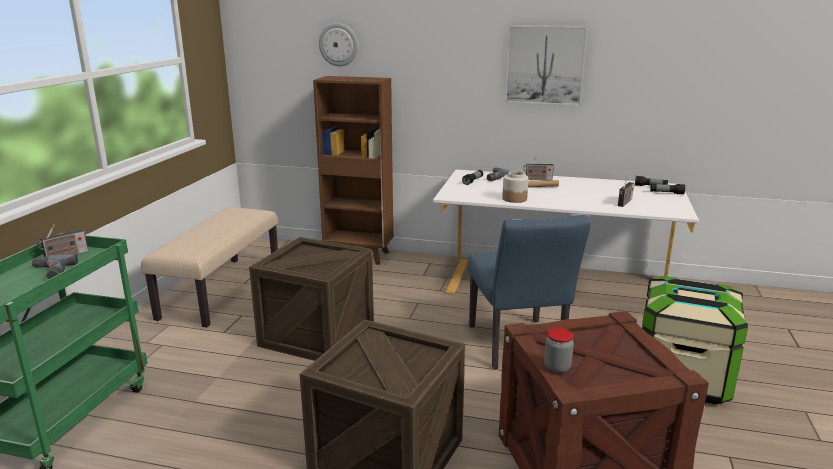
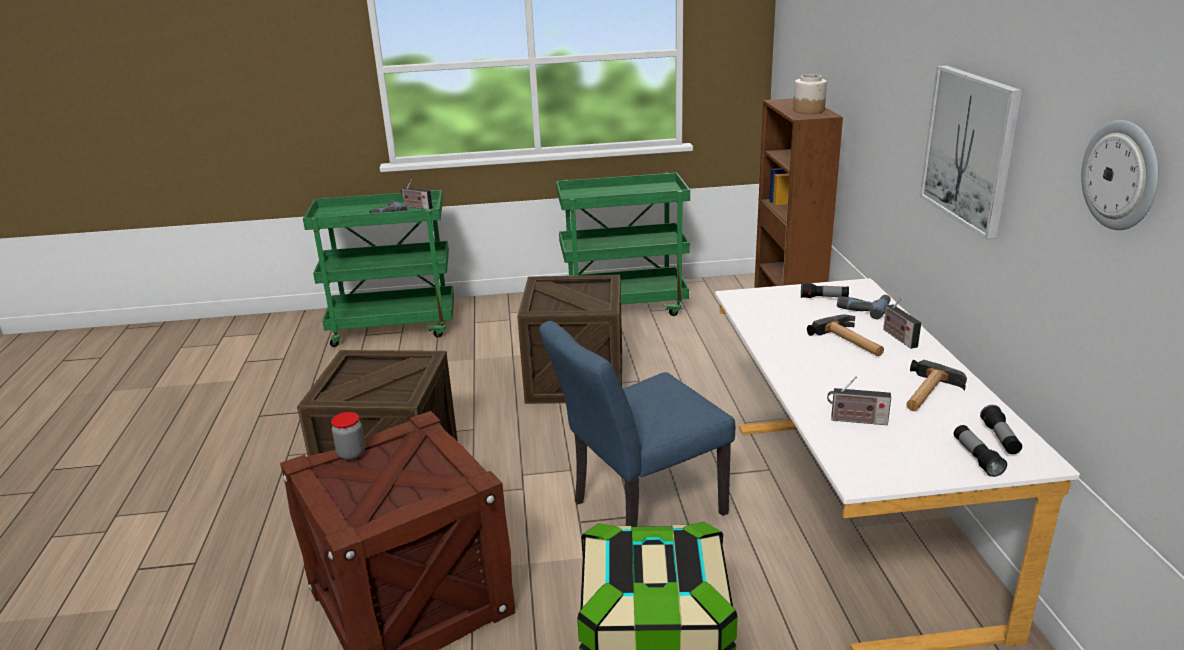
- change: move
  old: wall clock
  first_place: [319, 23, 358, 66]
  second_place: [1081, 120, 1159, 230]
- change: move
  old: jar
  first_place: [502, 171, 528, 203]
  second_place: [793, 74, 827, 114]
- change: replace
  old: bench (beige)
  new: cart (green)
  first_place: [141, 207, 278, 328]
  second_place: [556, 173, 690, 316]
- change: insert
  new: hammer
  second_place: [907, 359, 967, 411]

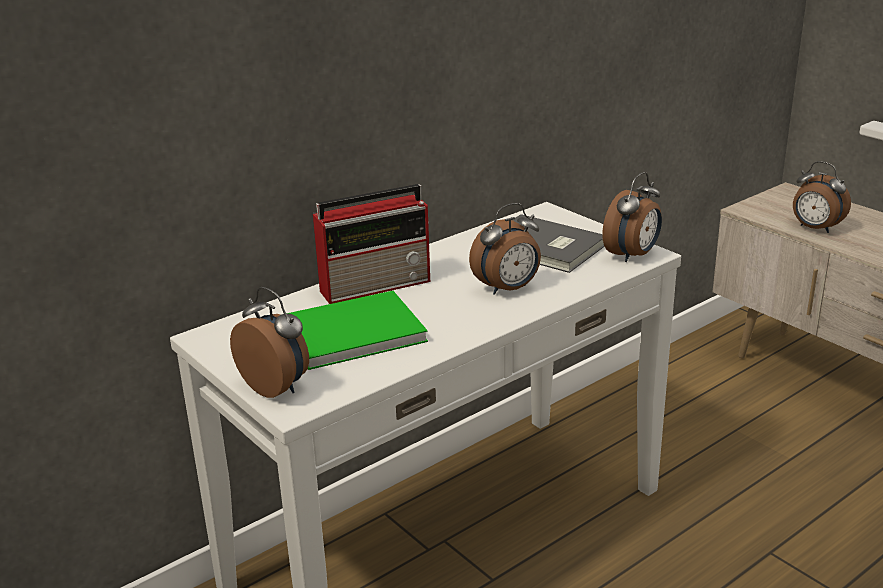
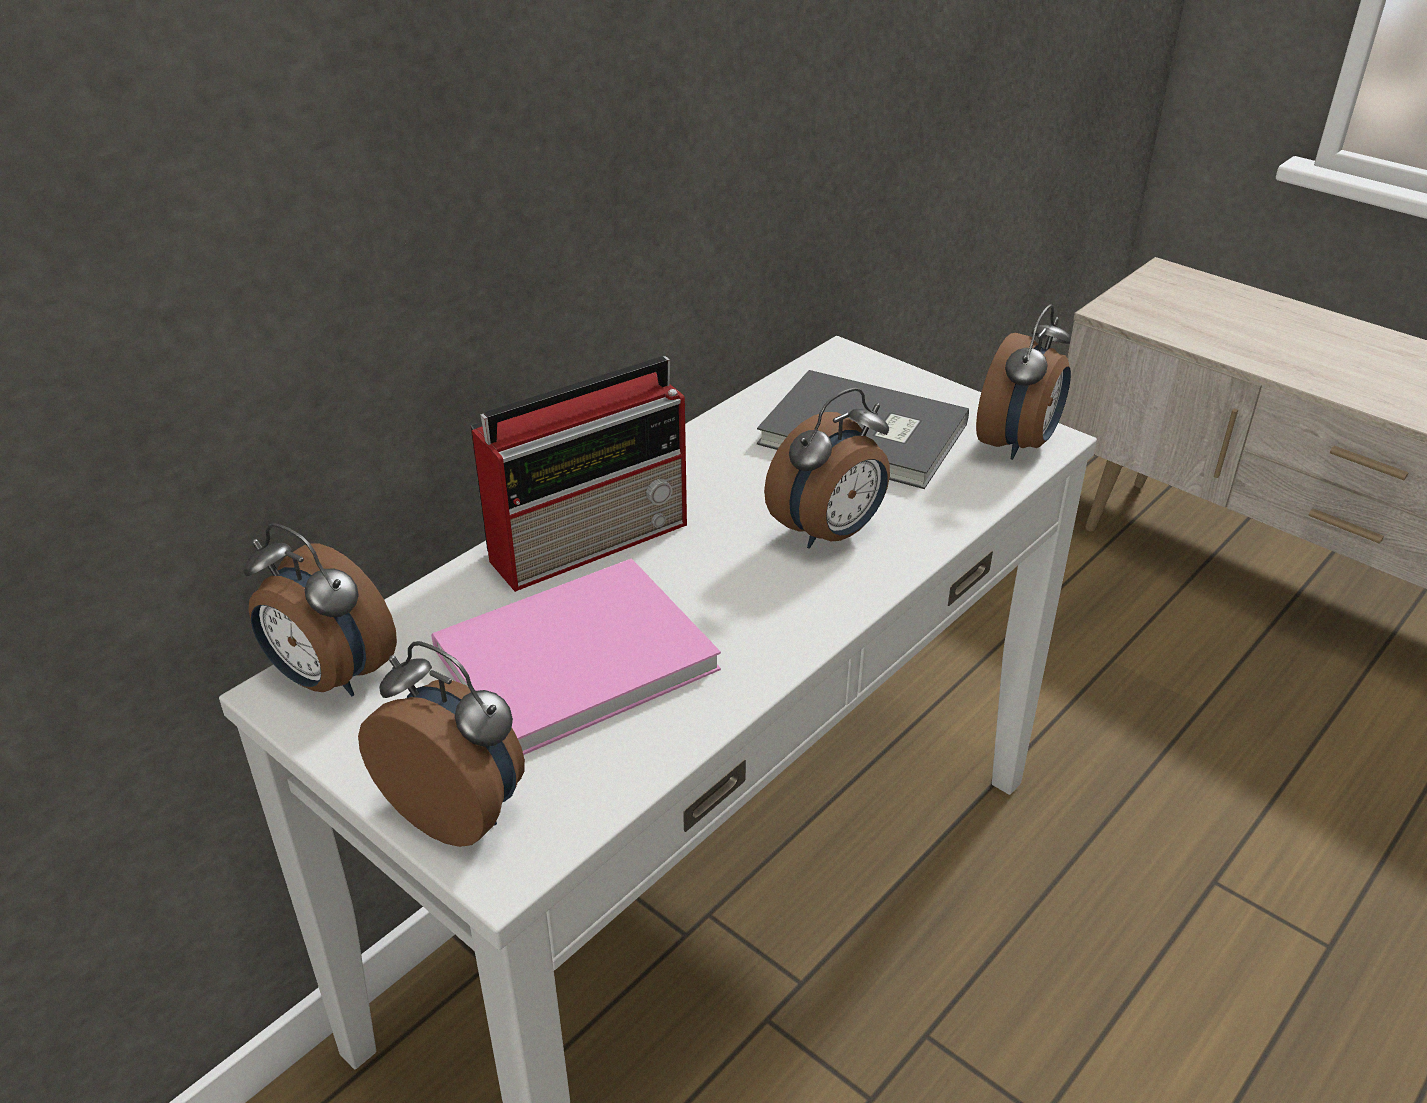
- change: move
  old: alarm clock
  first_place: [793, 161, 851, 233]
  second_place: [243, 523, 397, 696]
- change: recolor
  old: book (green)
  new: book (pink)
  first_place: [287, 291, 428, 370]
  second_place: [431, 558, 721, 755]

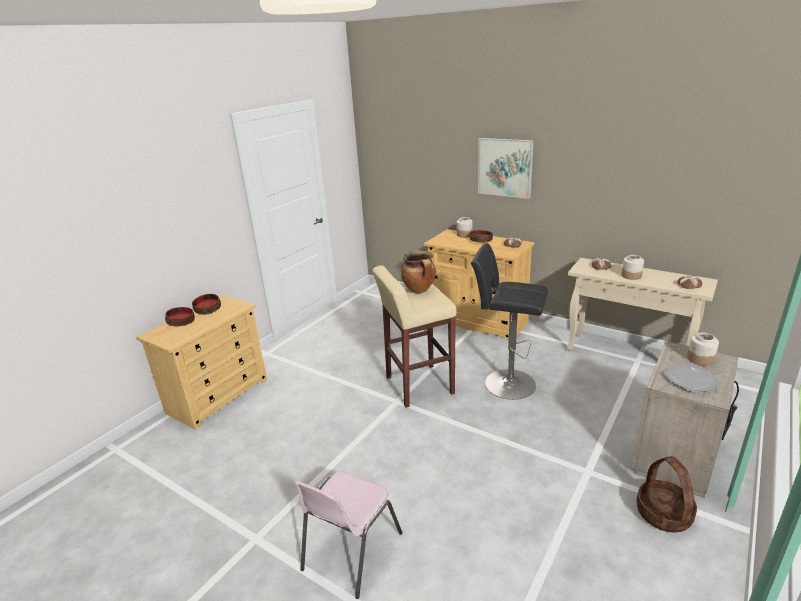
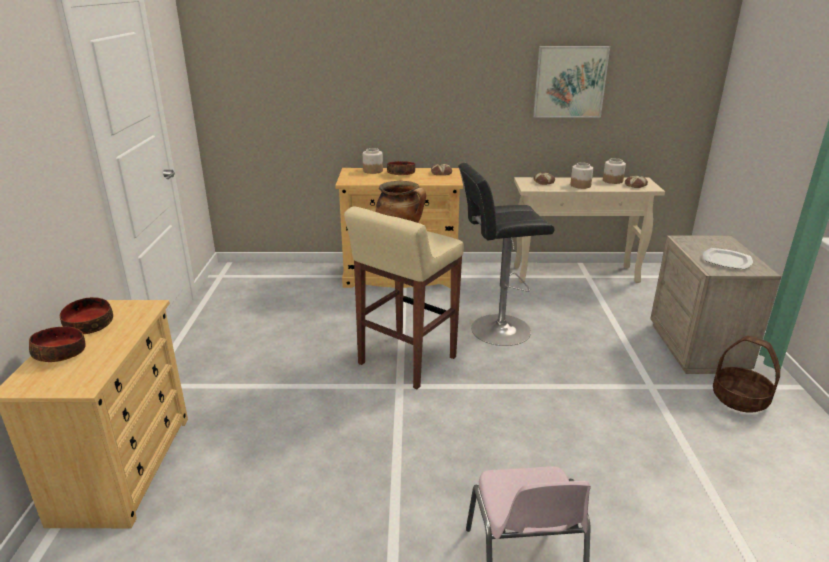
- change: move
  old: picture
  first_place: [478, 138, 534, 199]
  second_place: [533, 46, 610, 118]
- change: move
  old: jar
  first_place: [687, 332, 719, 366]
  second_place: [603, 158, 626, 184]

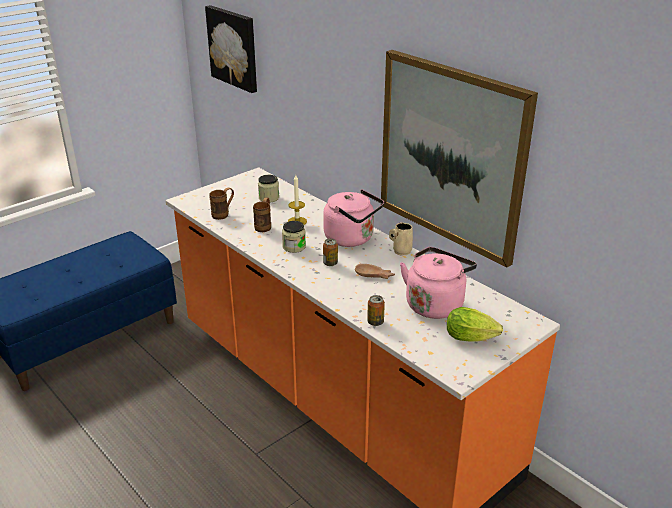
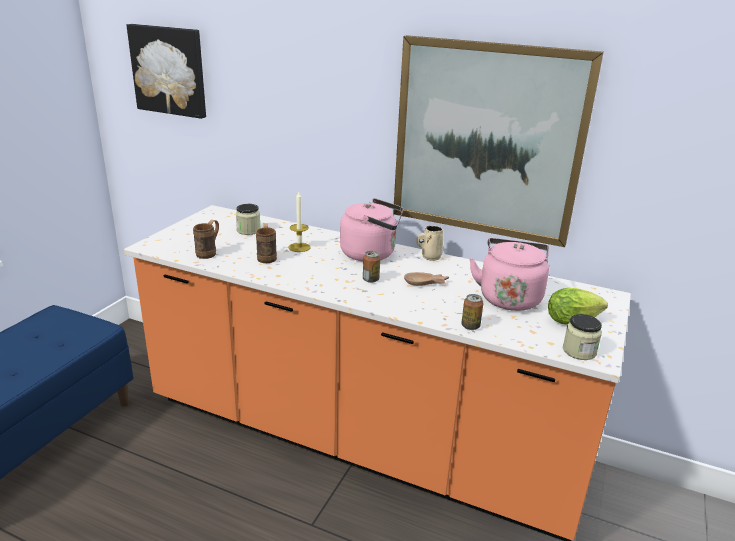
- change: move
  old: jar
  first_place: [282, 221, 306, 253]
  second_place: [563, 314, 602, 360]

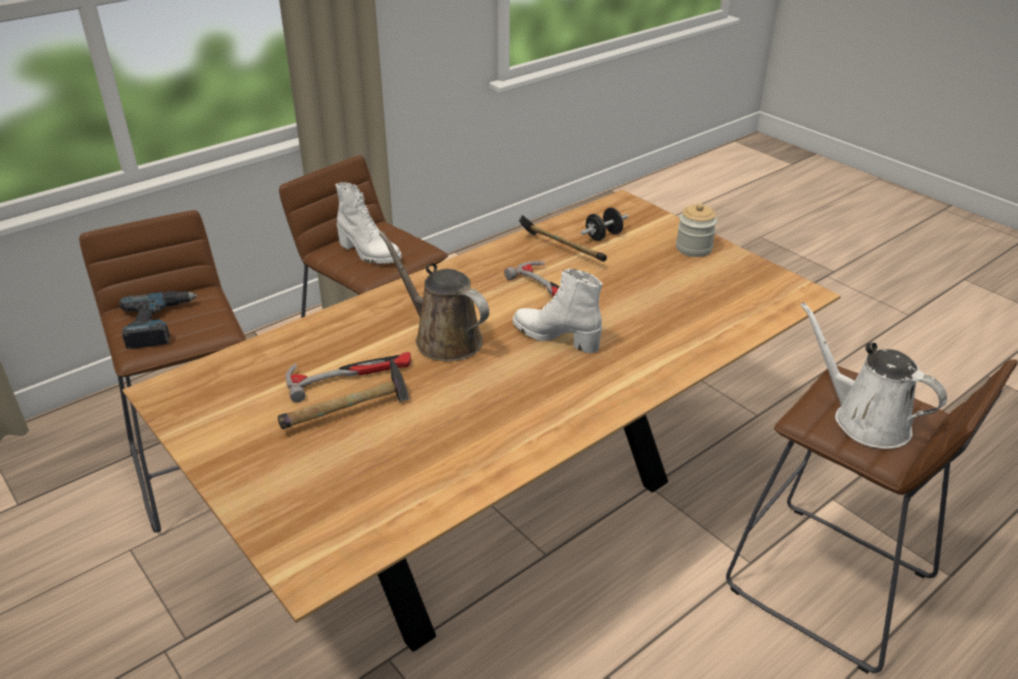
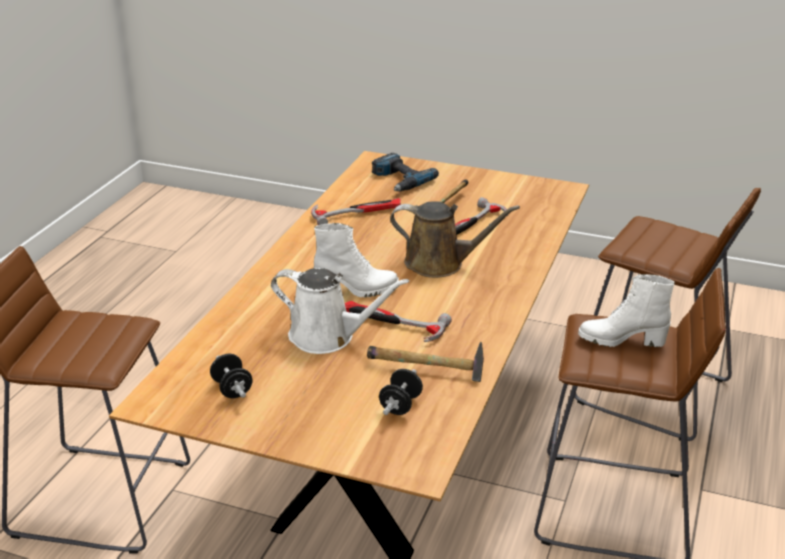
- change: delete
  old: jar
  first_place: [676, 203, 717, 257]
- change: move
  old: power drill
  first_place: [119, 291, 198, 349]
  second_place: [372, 153, 439, 191]
- change: move
  old: watering can (white)
  first_place: [800, 302, 947, 449]
  second_place: [271, 268, 409, 354]
- change: insert
  new: hammer
  second_place: [311, 198, 401, 225]
- change: insert
  new: dumbbell (black)
  second_place: [210, 354, 252, 398]

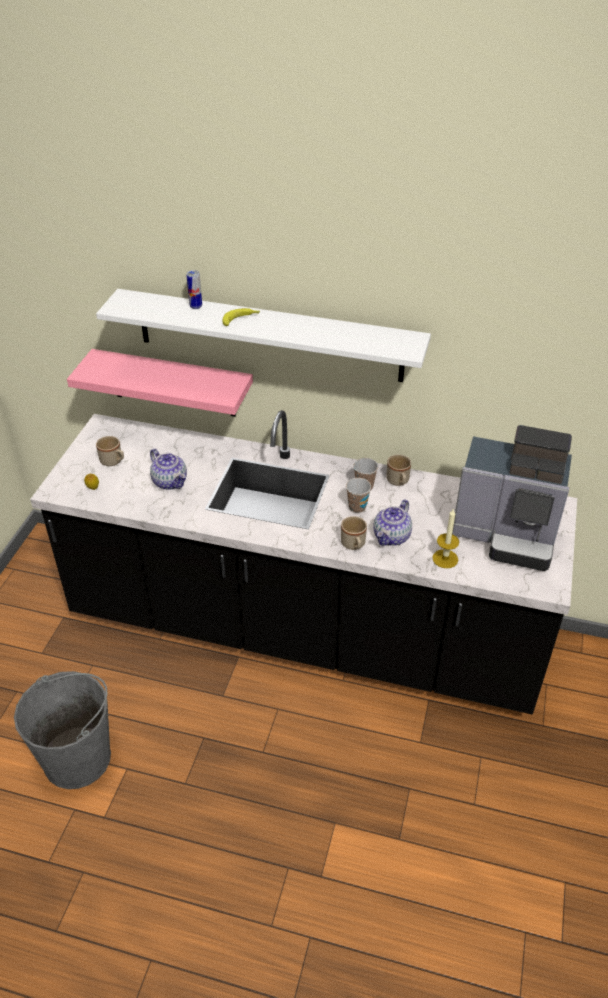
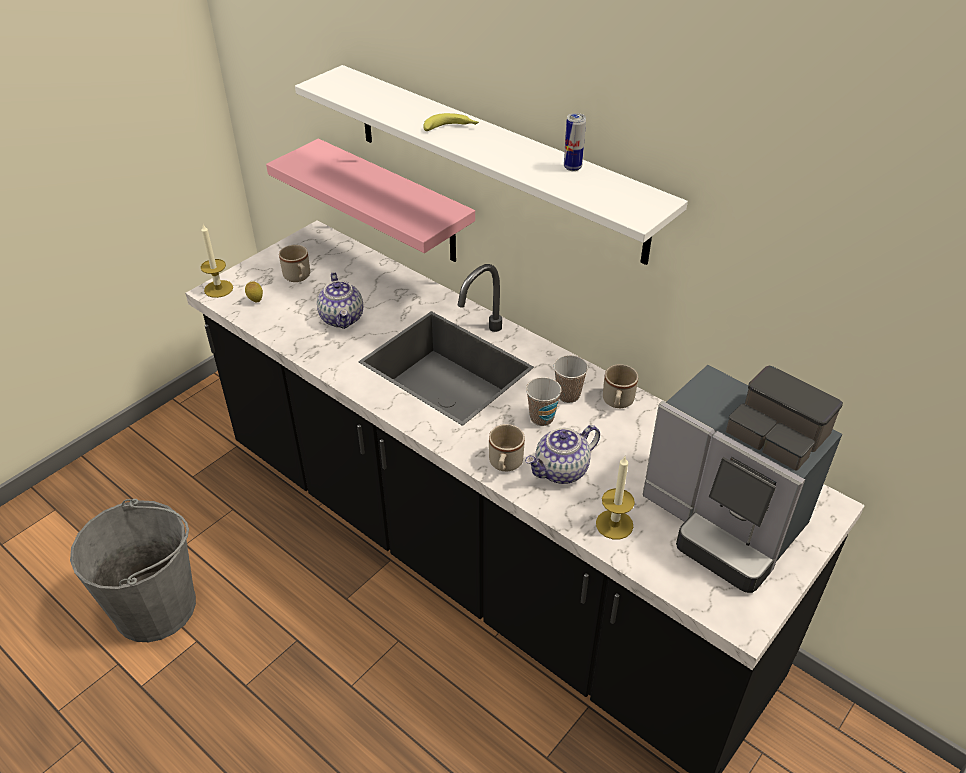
- change: move
  old: can
  first_place: [187, 270, 202, 309]
  second_place: [564, 113, 586, 171]
- change: insert
  new: candle
  second_place: [201, 224, 233, 298]

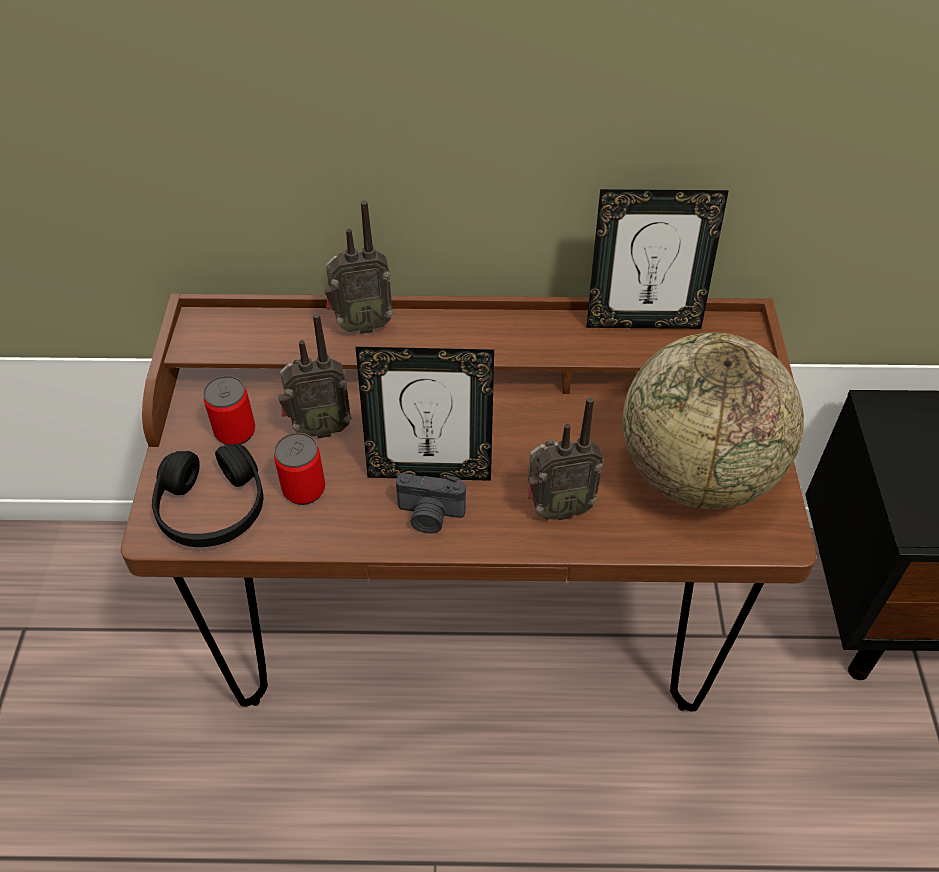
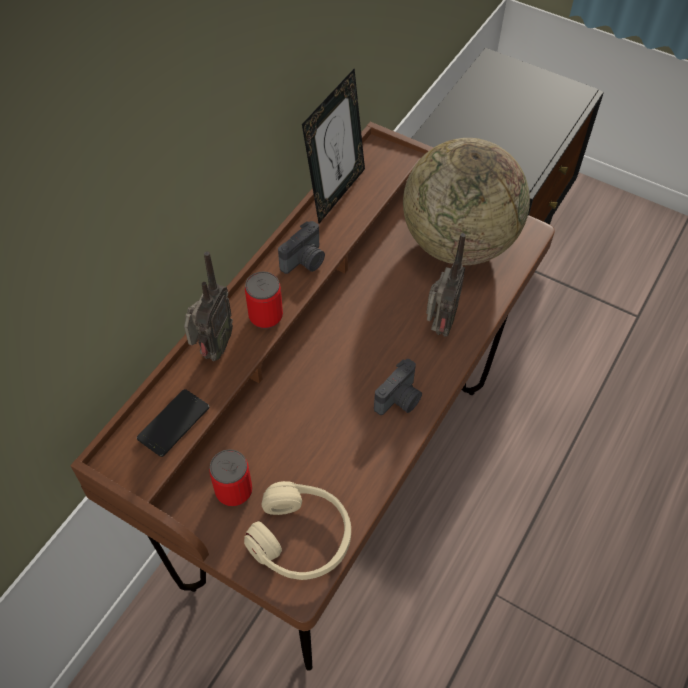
- change: delete
  old: radio
  first_place: [278, 313, 352, 439]
- change: delete
  old: picture frame
  first_place: [355, 347, 494, 481]
- change: move
  old: can
  first_place: [274, 433, 325, 505]
  second_place: [245, 271, 283, 329]
- change: recolor
  old: headphones (black)
  new: headphones (beige)
  first_place: [152, 444, 264, 547]
  second_place: [244, 481, 351, 580]
- change: insert
  new: photo camera
  second_place: [278, 221, 325, 274]
- change: insert
  new: phone
  second_place: [137, 389, 209, 457]

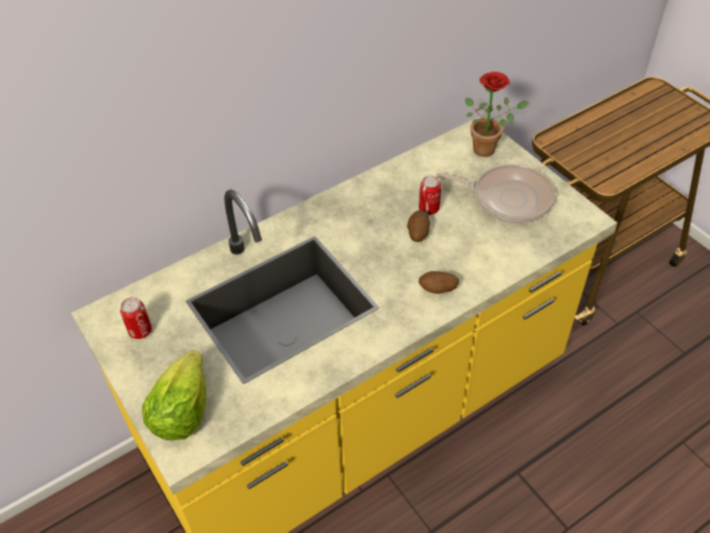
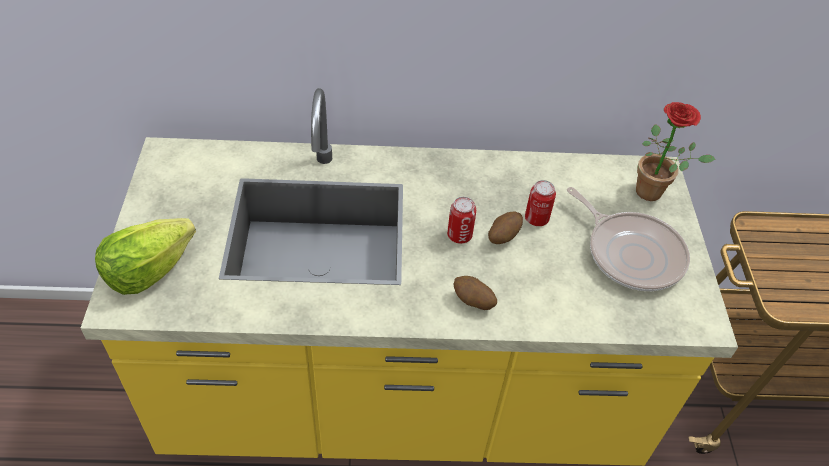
- change: move
  old: can
  first_place: [120, 297, 152, 339]
  second_place: [447, 197, 476, 244]

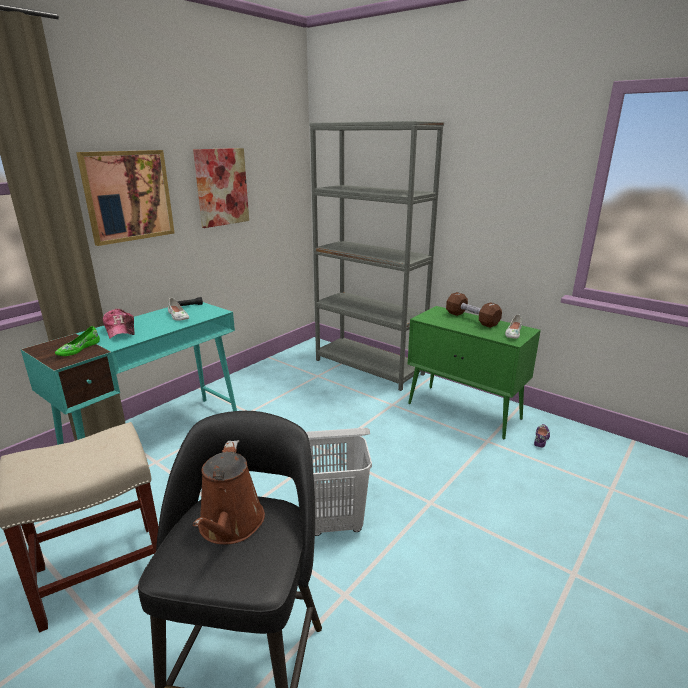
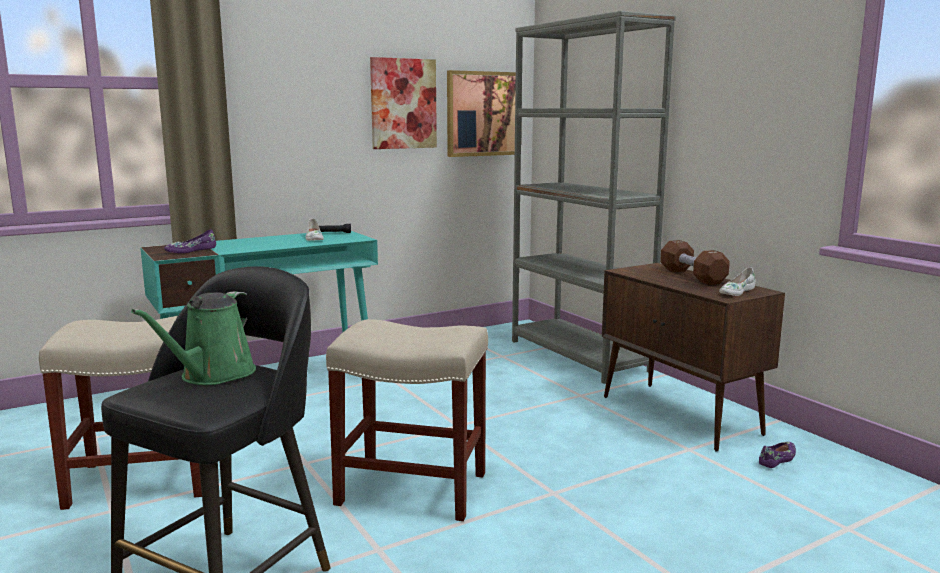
- change: move
  old: picture
  first_place: [76, 150, 174, 246]
  second_place: [447, 70, 516, 157]
- change: recolor
  old: cabinet (green)
  new: cabinet (brown)
  first_place: [408, 306, 541, 439]
  second_place: [602, 263, 785, 452]
- change: delete
  old: cap
  first_place: [103, 309, 134, 339]
- change: recolor
  old: shoe (green)
  new: shoe (purple)
  first_place: [55, 326, 100, 356]
  second_place: [164, 229, 216, 253]
- change: replace
  old: laundry basket (white)
  new: stool (beige)
  first_place: [306, 428, 372, 536]
  second_place: [326, 319, 488, 521]
- change: recolor
  old: watering can (brown)
  new: watering can (green)
  first_place: [193, 440, 265, 544]
  second_place: [131, 291, 256, 385]

